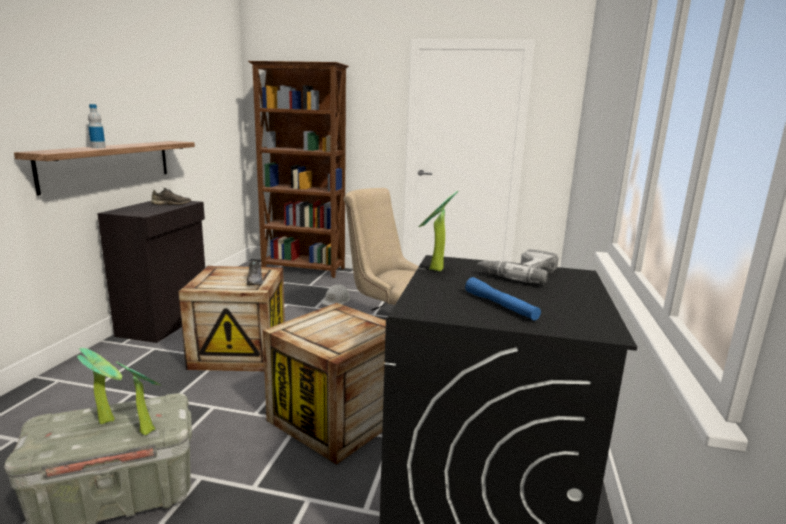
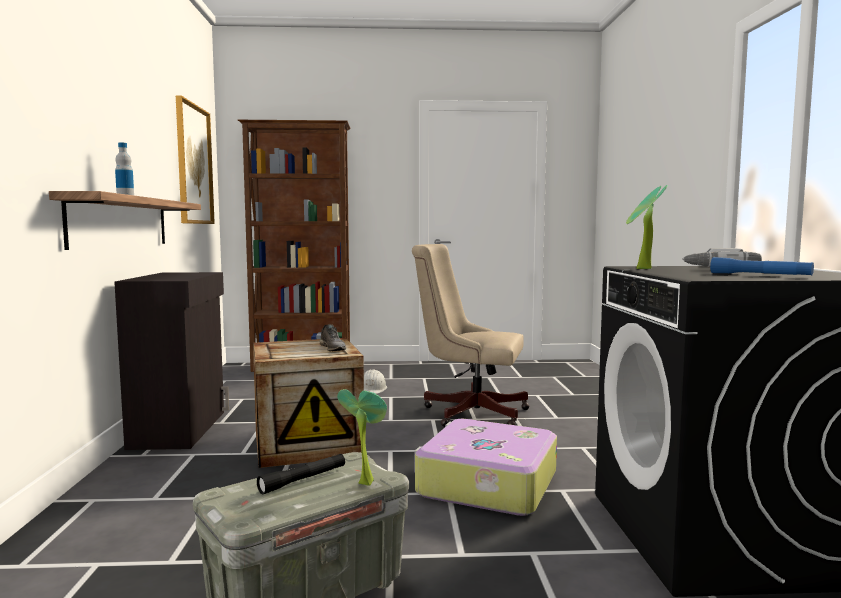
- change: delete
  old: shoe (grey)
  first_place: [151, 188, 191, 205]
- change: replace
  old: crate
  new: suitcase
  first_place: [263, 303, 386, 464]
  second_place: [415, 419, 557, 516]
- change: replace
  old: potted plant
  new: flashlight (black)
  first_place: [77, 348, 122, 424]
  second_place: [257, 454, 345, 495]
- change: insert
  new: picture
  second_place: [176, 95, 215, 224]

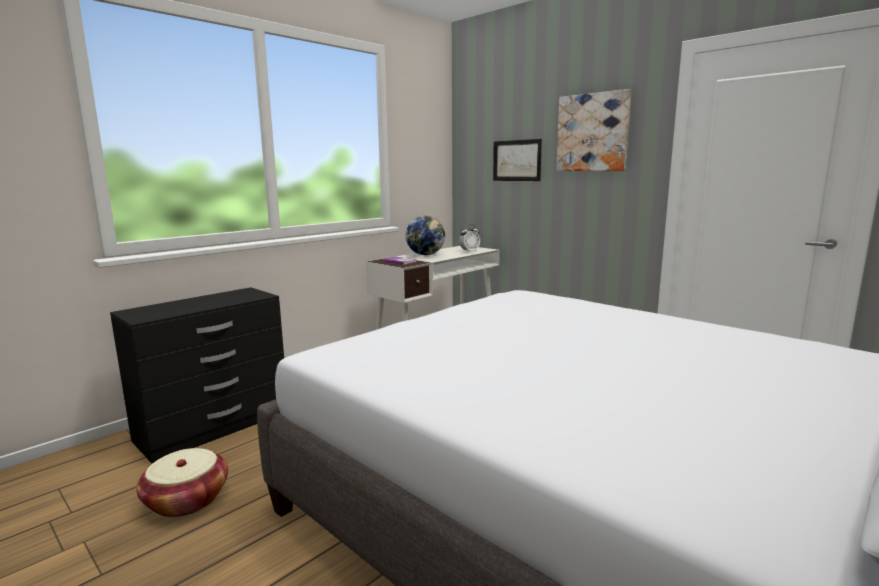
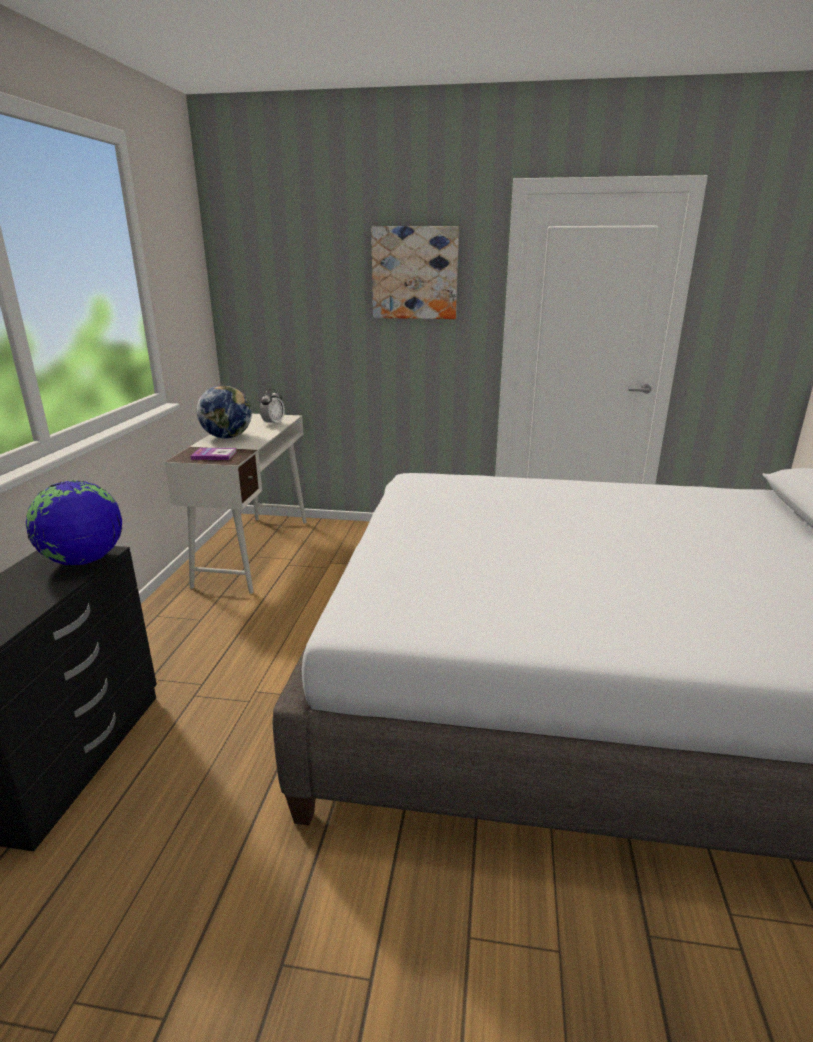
- change: delete
  old: picture
  first_place: [493, 139, 542, 181]
- change: delete
  old: basket
  first_place: [136, 448, 228, 517]
- change: insert
  new: globe
  second_place: [26, 480, 122, 565]

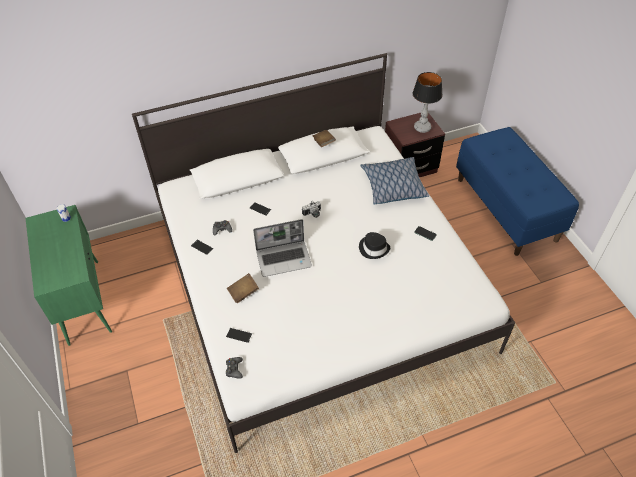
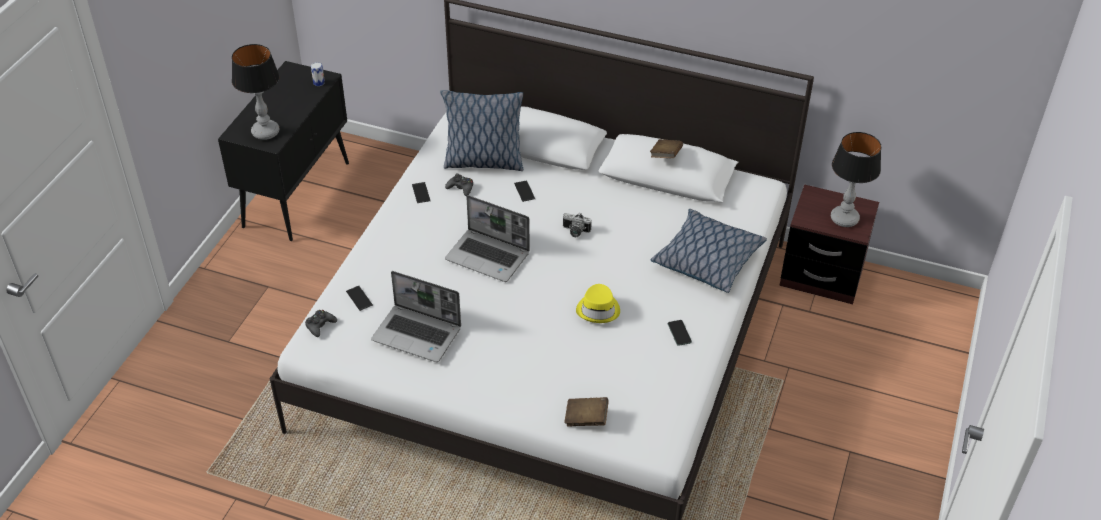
- change: delete
  old: bench (blue)
  first_place: [456, 127, 579, 256]
- change: recolor
  old: cabinet (green)
  new: cabinet (black)
  first_place: [26, 205, 112, 346]
  second_place: [218, 61, 349, 241]
- change: recolor
  old: hat (black)
  new: hat (yellow)
  first_place: [359, 232, 390, 259]
  second_place: [576, 284, 620, 323]
- change: move
  old: book (brown)
  first_place: [227, 273, 259, 303]
  second_place: [564, 397, 609, 426]
- change: insert
  new: table lamp
  second_place: [232, 44, 279, 140]
- change: insert
  new: pillow
  second_place: [440, 90, 523, 171]
- change: insert
  new: laptop
  second_place: [371, 271, 461, 362]

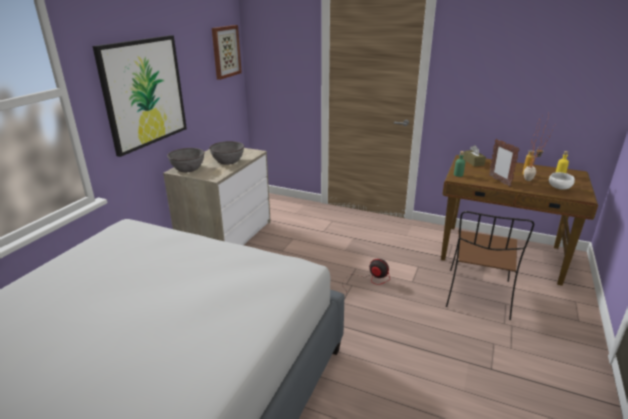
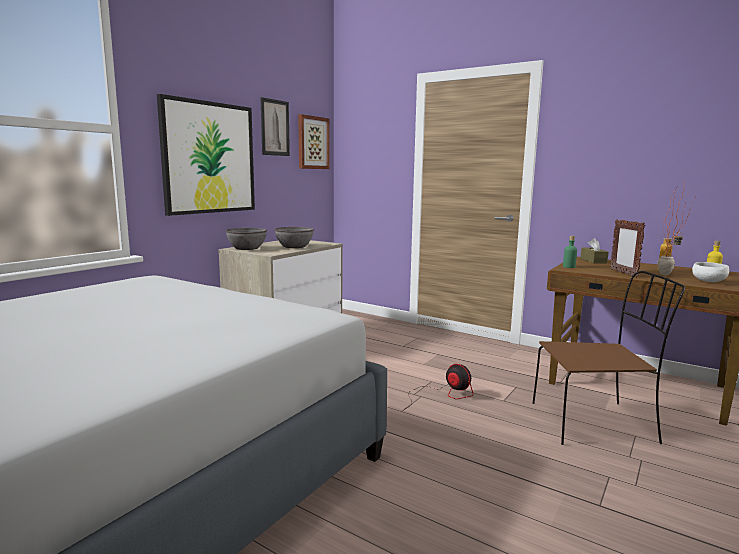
- change: rotate
  old: chair (brown)
  first_place: [446, 211, 534, 320]
  second_place: [532, 271, 685, 445]
  degrees: -120
- change: insert
  new: picture
  second_place: [261, 97, 290, 156]

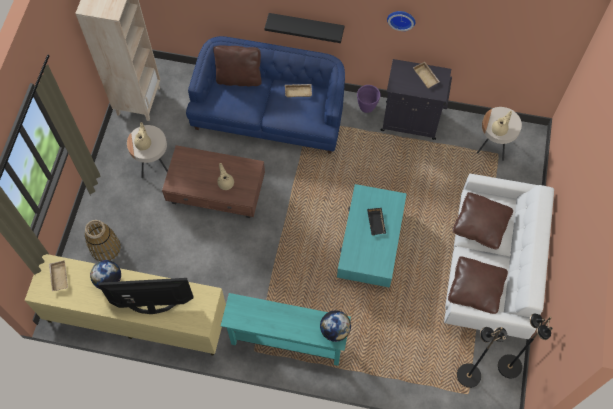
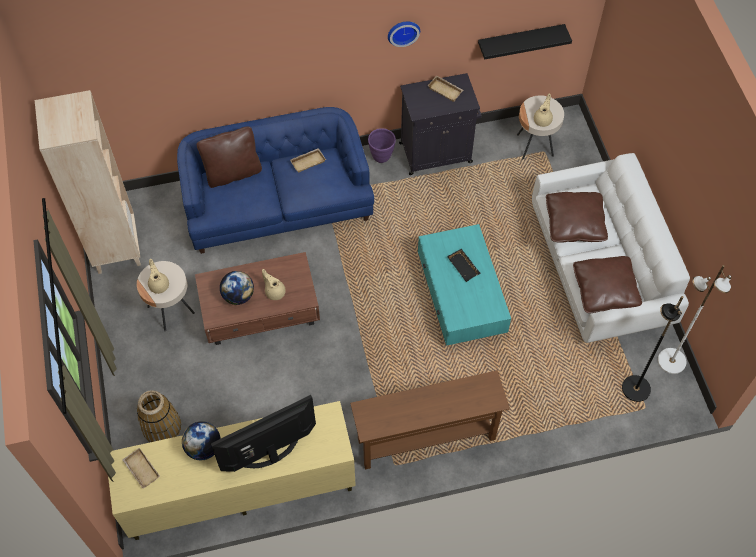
- change: move
  old: shelf (black)
  first_place: [264, 13, 344, 43]
  second_place: [478, 24, 572, 60]
- change: recolor
  old: console table (turquoise)
  new: console table (brown)
  first_place: [221, 293, 351, 366]
  second_place: [350, 370, 510, 470]
- change: move
  old: globe
  first_place: [320, 310, 351, 342]
  second_place: [220, 271, 254, 305]
- change: recolor
  old: floor lamp (black)
  new: floor lamp (white)
  first_place: [498, 313, 553, 378]
  second_place: [658, 265, 732, 374]

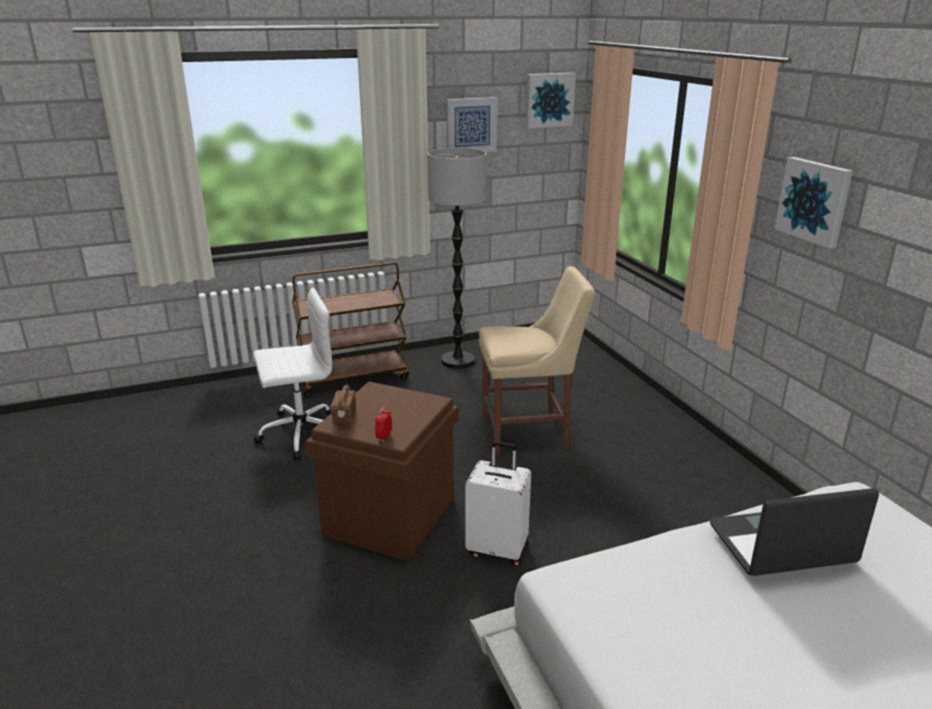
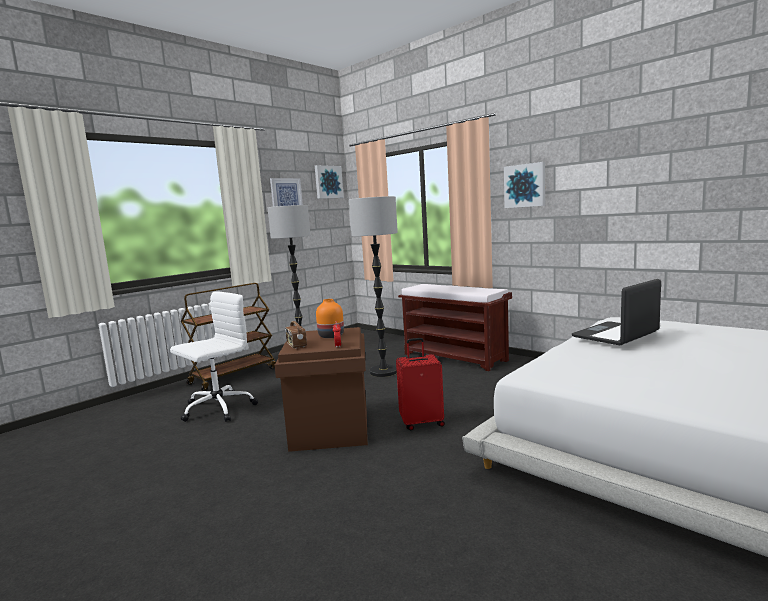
- change: replace
  old: chair (beige)
  new: floor lamp
  first_place: [479, 266, 595, 455]
  second_place: [349, 196, 398, 377]
- change: recolor
  old: suitcase (white)
  new: suitcase (red)
  first_place: [465, 441, 531, 567]
  second_place: [396, 338, 445, 430]
- change: insert
  new: bench (brown)
  second_place: [398, 284, 512, 371]
- change: insert
  new: vase (orange)
  second_place: [316, 299, 344, 338]

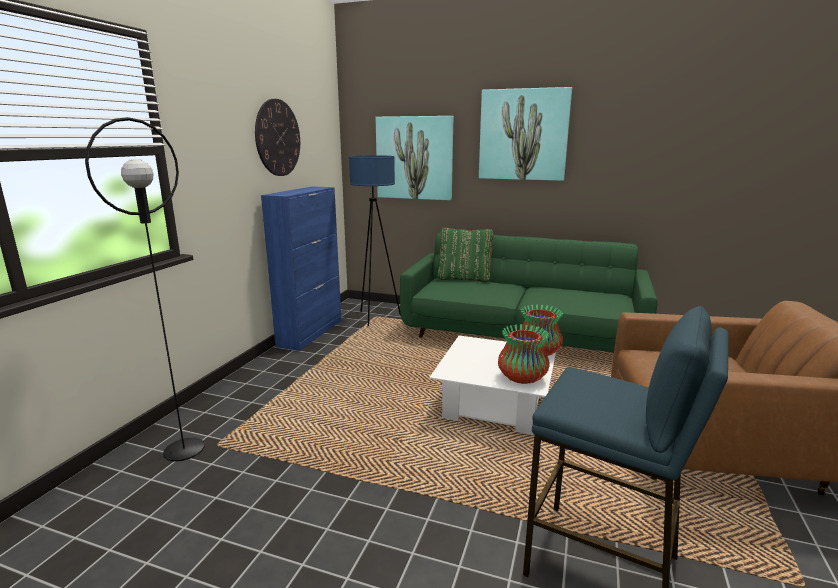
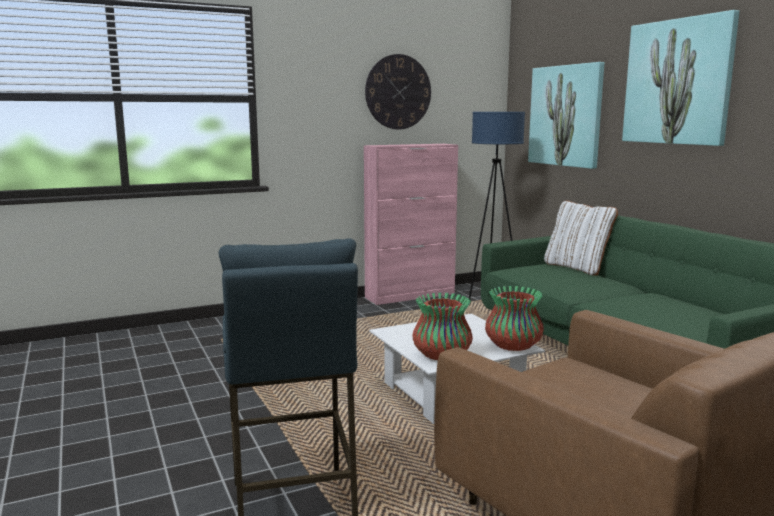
- change: delete
  old: floor lamp (black)
  first_place: [85, 117, 205, 462]
- change: recolor
  old: cabinet (blue)
  new: cabinet (pink)
  first_place: [261, 186, 341, 351]
  second_place: [364, 144, 458, 305]
- change: recolor
  old: pillow (green)
  new: pillow (white)
  first_place: [438, 228, 494, 282]
  second_place: [544, 201, 618, 276]

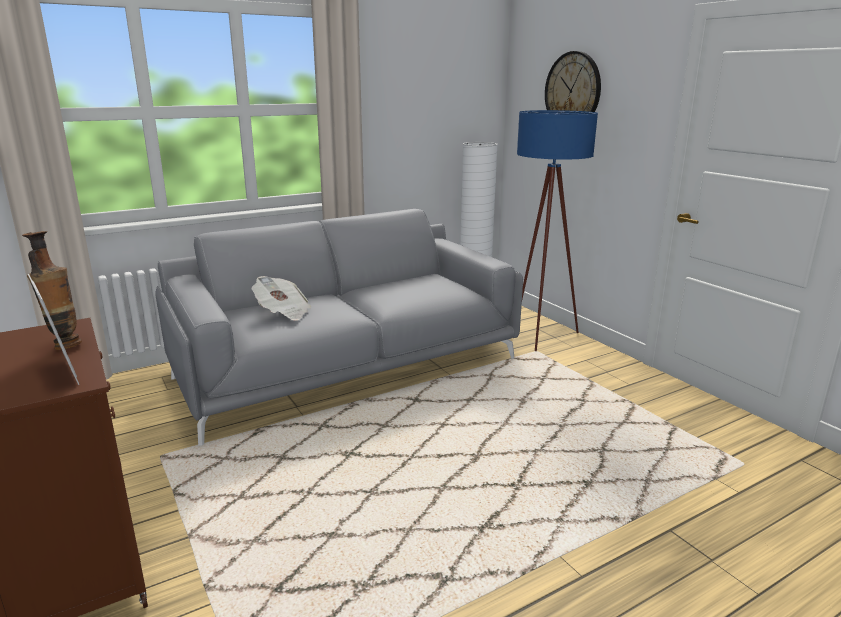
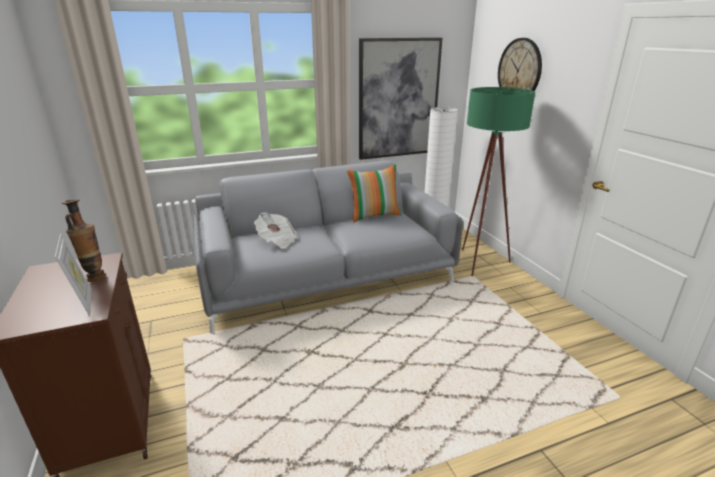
- change: recolor
  old: floor lamp (blue)
  new: floor lamp (green)
  first_place: [517, 110, 598, 351]
  second_place: [462, 87, 535, 276]
- change: insert
  new: picture
  second_place: [359, 38, 442, 160]
- change: insert
  new: pillow
  second_place: [347, 164, 401, 222]

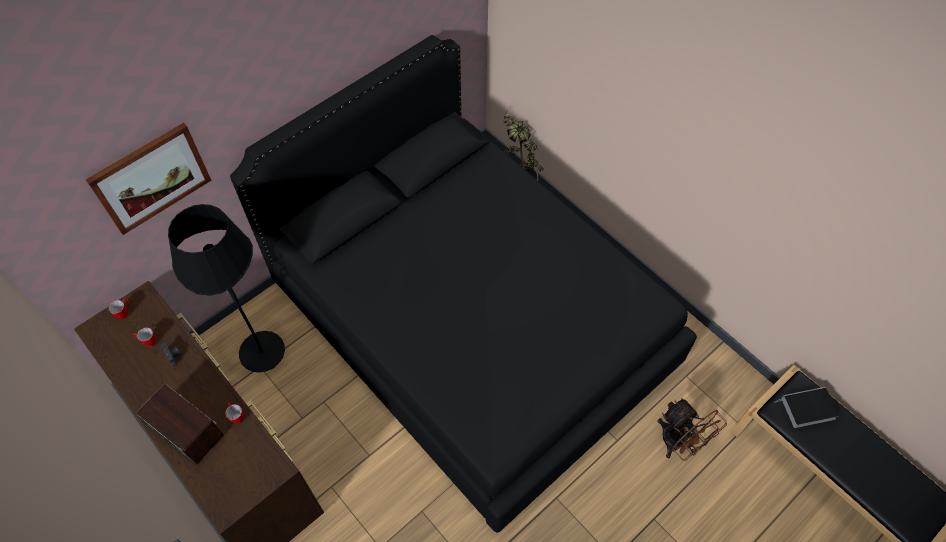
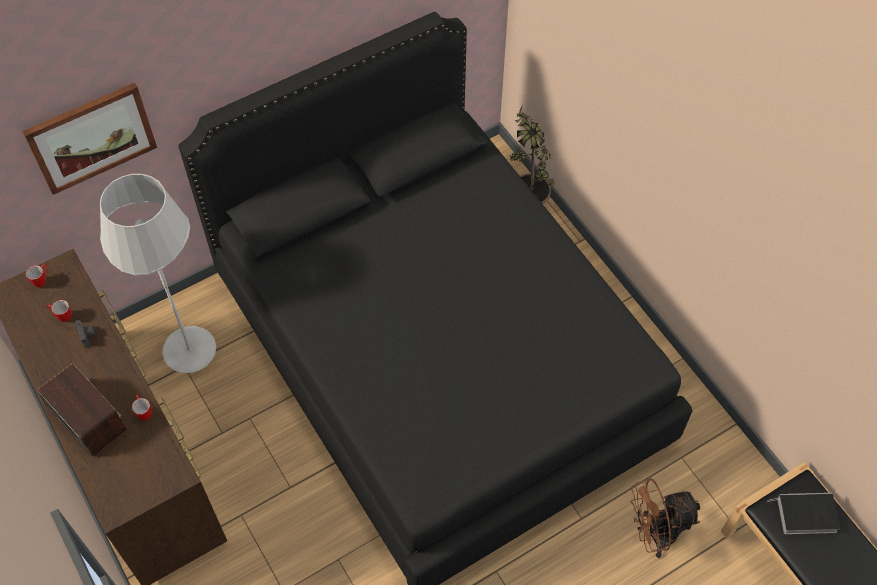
- change: recolor
  old: floor lamp (black)
  new: floor lamp (white)
  first_place: [168, 204, 285, 373]
  second_place: [100, 174, 216, 373]
- change: rotate
  old: fan (brown)
  first_place: [657, 398, 727, 461]
  second_place: [630, 478, 701, 558]
  degrees: 105

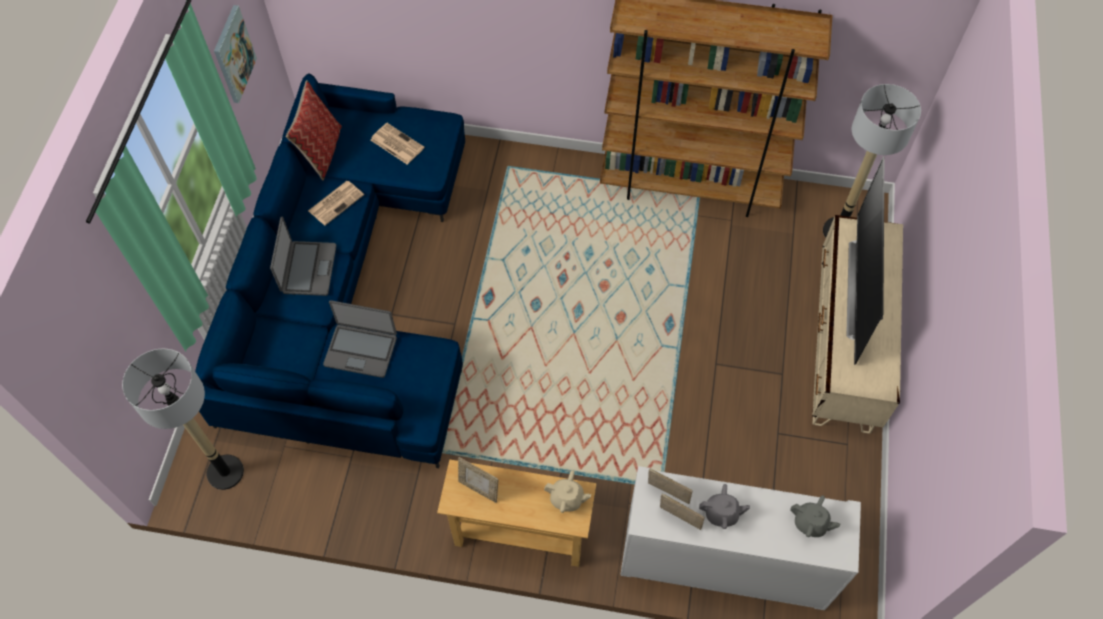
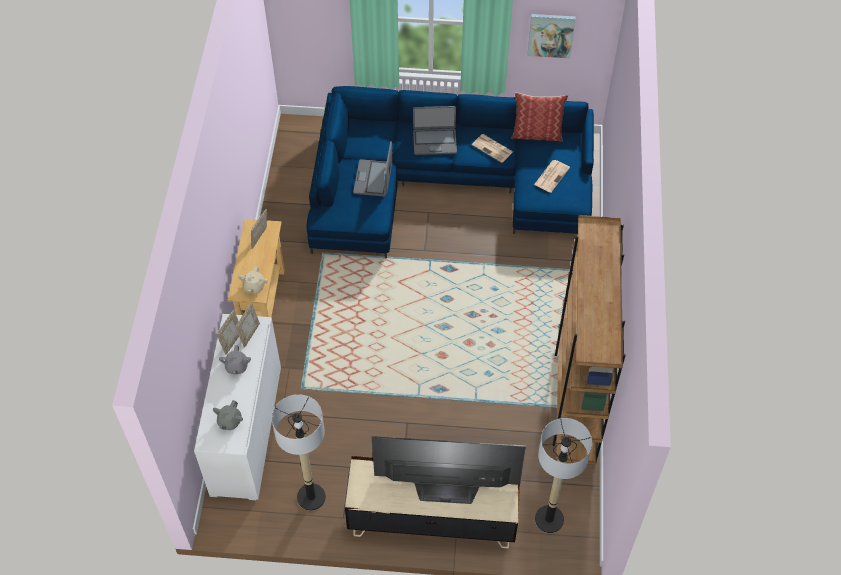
- change: move
  old: floor lamp
  first_place: [122, 349, 244, 490]
  second_place: [272, 394, 326, 511]

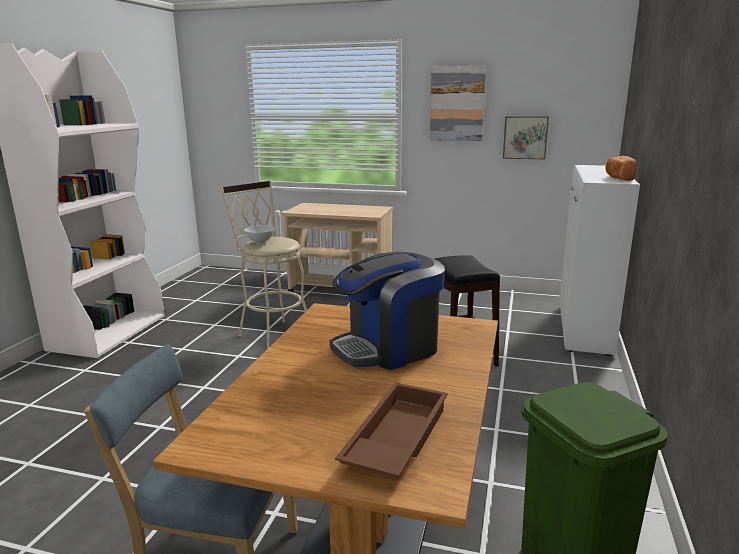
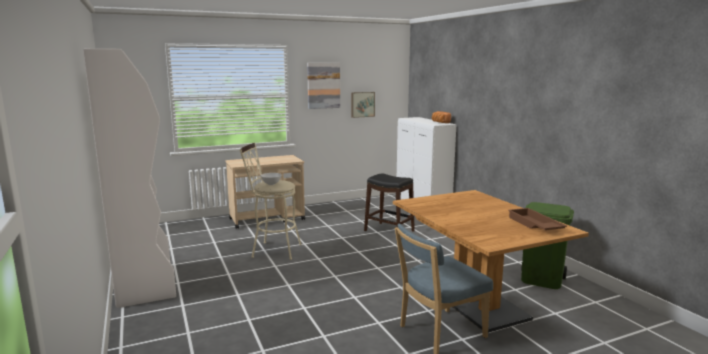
- change: delete
  old: coffee machine
  first_place: [329, 252, 445, 370]

